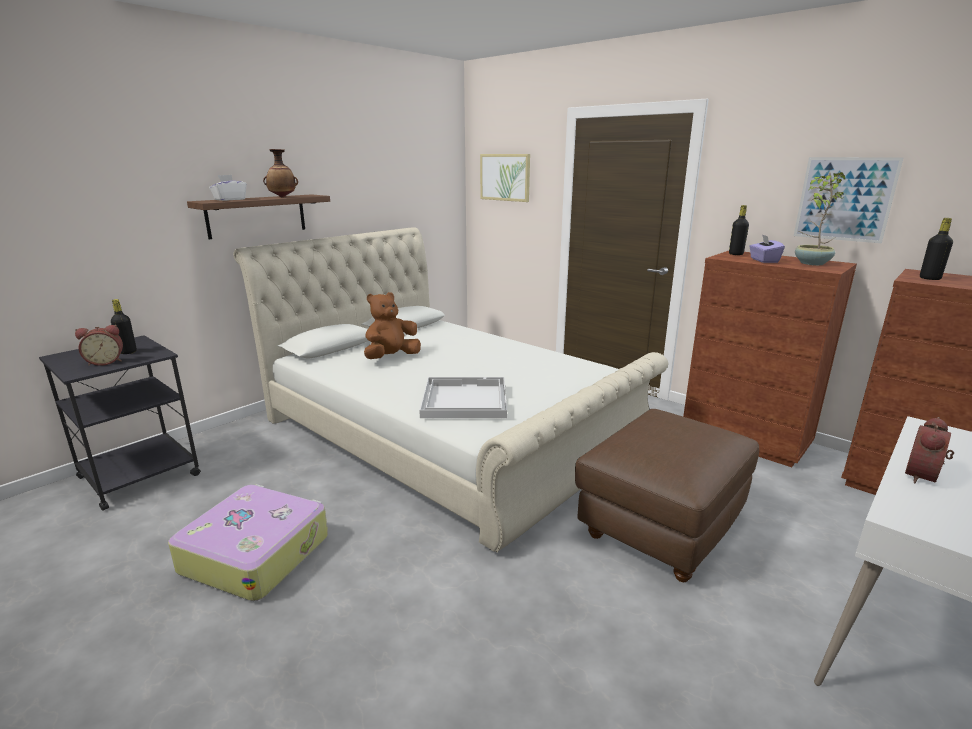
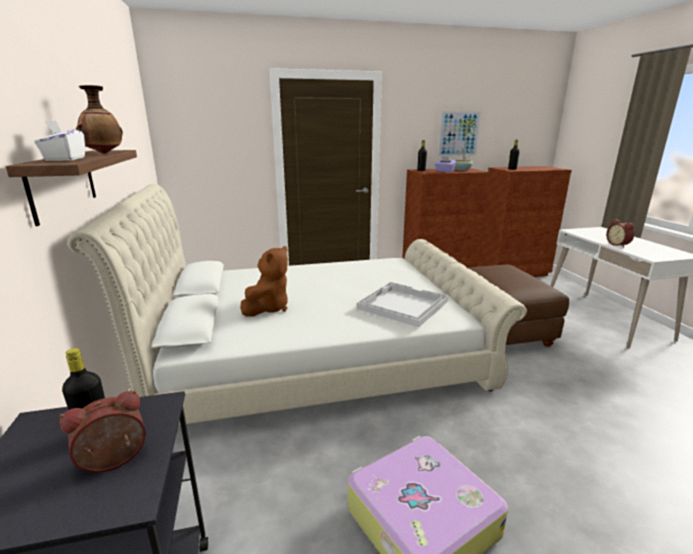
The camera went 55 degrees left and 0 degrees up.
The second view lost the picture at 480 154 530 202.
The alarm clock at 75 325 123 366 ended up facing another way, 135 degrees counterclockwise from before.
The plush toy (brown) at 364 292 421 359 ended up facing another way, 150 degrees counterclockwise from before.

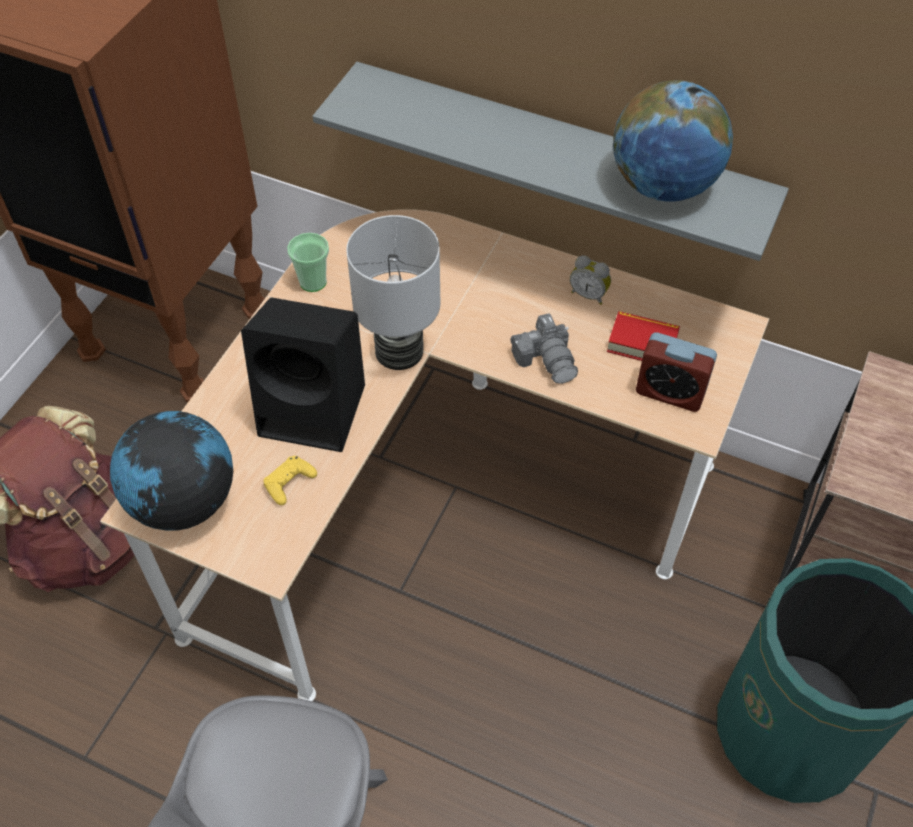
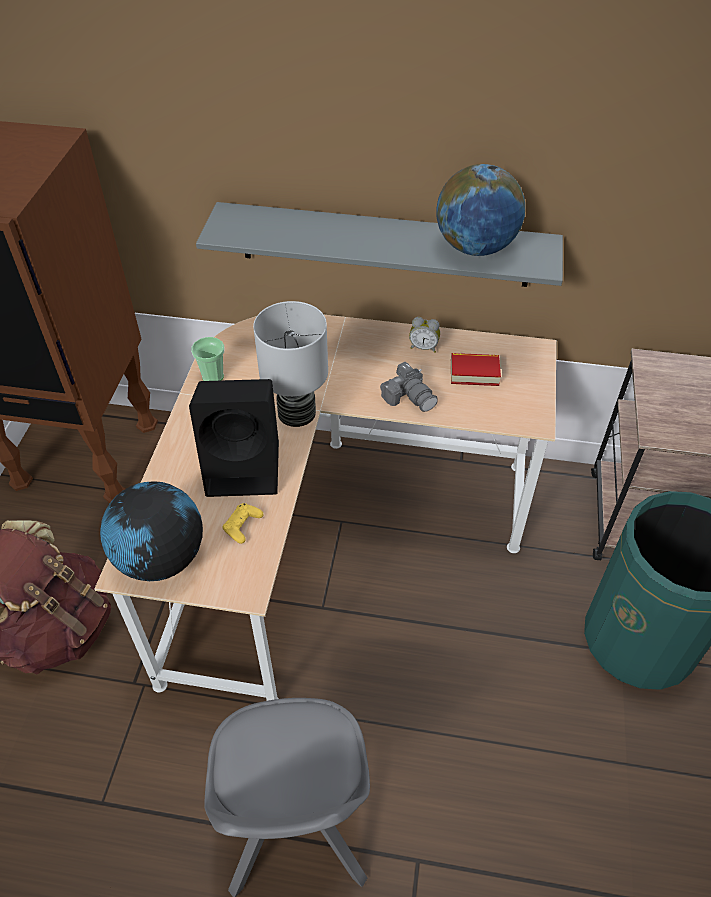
The camera went 15 degrees left and 5 degrees down.
The second view lost the alarm clock at 636 332 717 412.

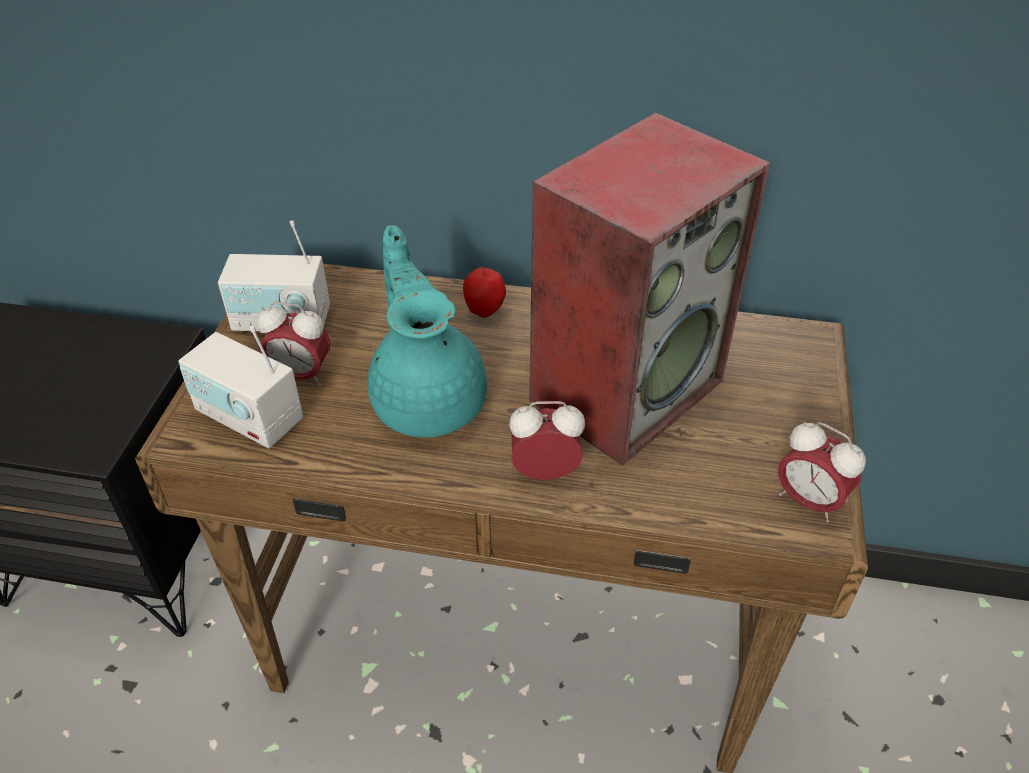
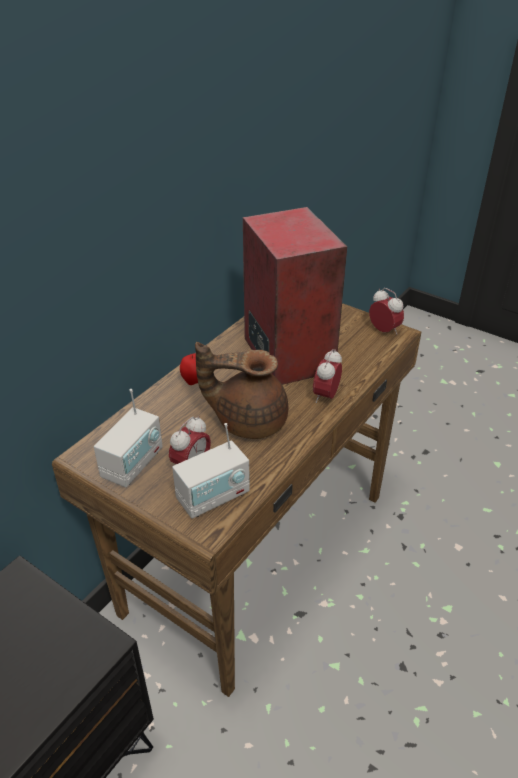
The camera went 65 degrees left and 5 degrees down.
What was the teapot (turquoise) at 368 225 487 438 turned into the teapot (brown) at 195 342 288 439.
The alarm clock at 778 422 866 523 ended up facing another way, 105 degrees counterclockwise from before.

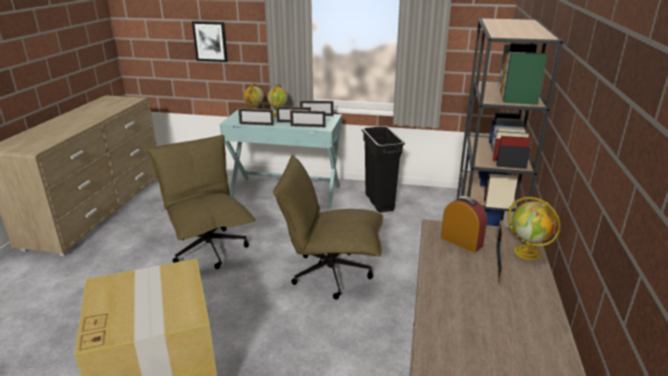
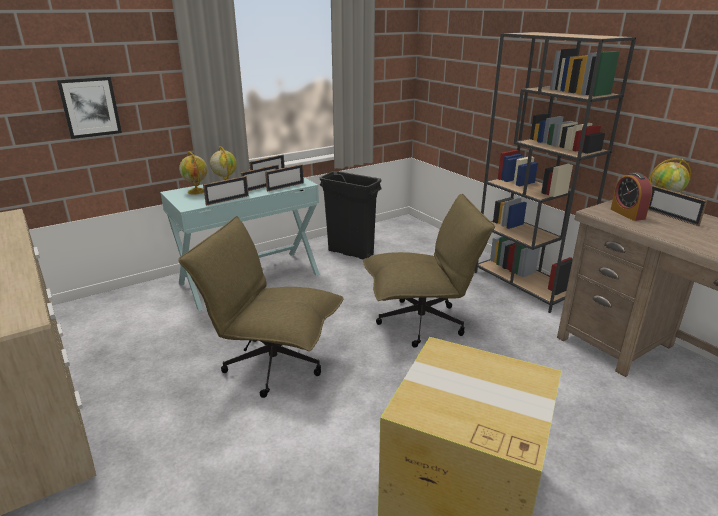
The camera went 45 degrees left and 0 degrees up.
The office chair (beige) at 273 155 383 300 ended up facing another way, 150 degrees counterclockwise from before.
The alarm clock at 441 196 487 253 ended up facing another way, 105 degrees counterclockwise from before.

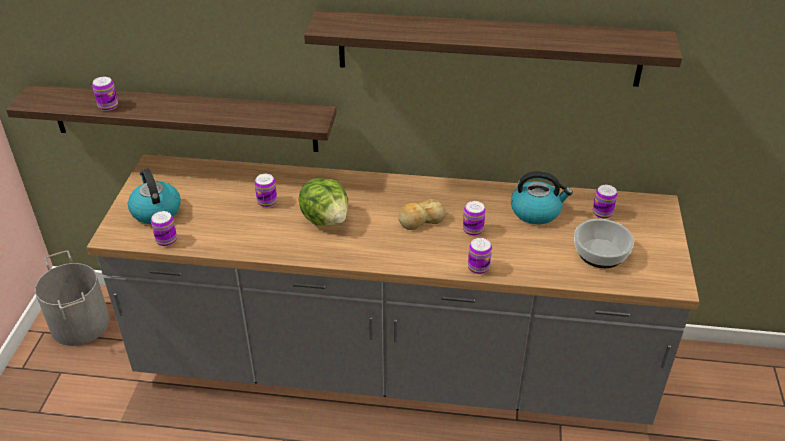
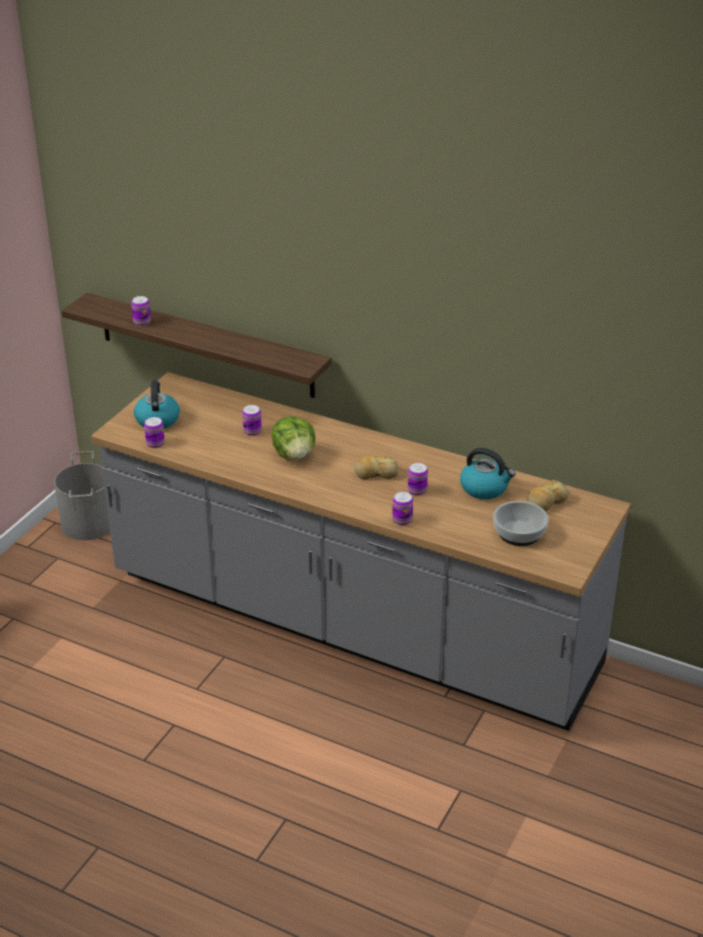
The camera went 20 degrees right and 5 degrees down.
The second view lost the shelf at 304 10 682 87.
Where the can stood at 593 185 617 219, the bread came to stand at 527 480 569 512.

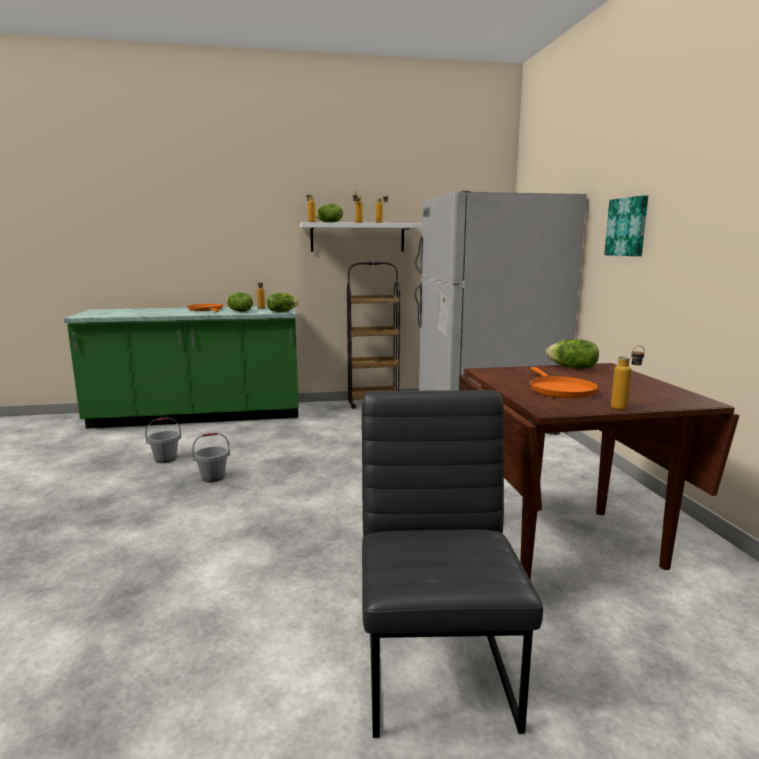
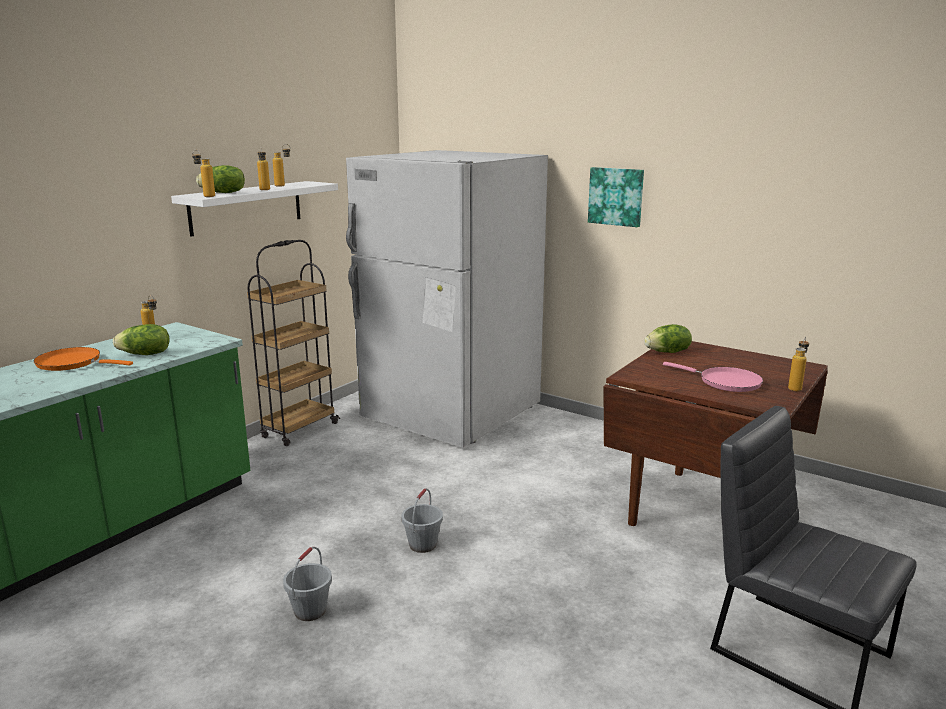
The camera went 45 degrees left and 5 degrees up.
The second view lost the lettuce at 267 293 299 312.
The bucket (grey) ended up elsewhere, having gone from 145 417 181 463 to 401 488 443 553.
What was the frying pan (orange) at 529 367 598 398 turned into the frying pan (pink) at 663 362 763 392.

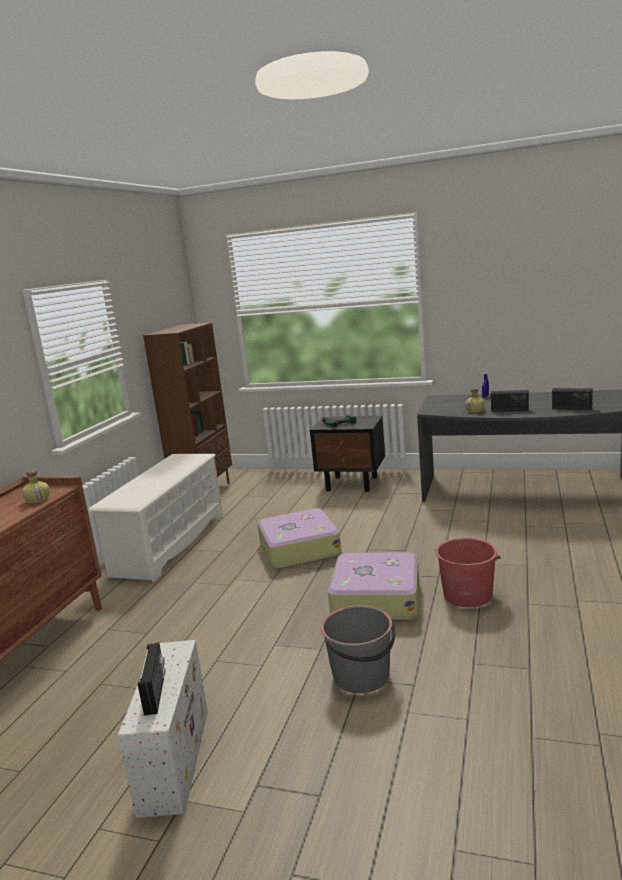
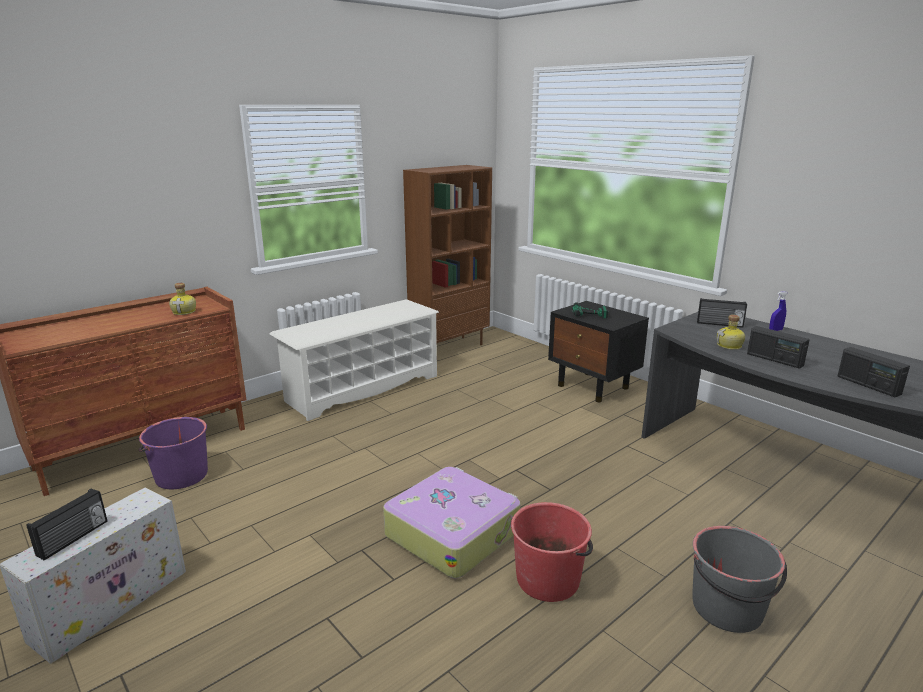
The camera went 30 degrees right and 5 degrees up.
The second view lost the suitcase at 257 508 341 569.
The second view gained the bucket (purple) at 138 417 208 489.
The second view gained the radio at 697 298 747 328.
The bucket (grey) ended up elsewhere, having gone from 321 605 395 693 to 693 526 787 633.

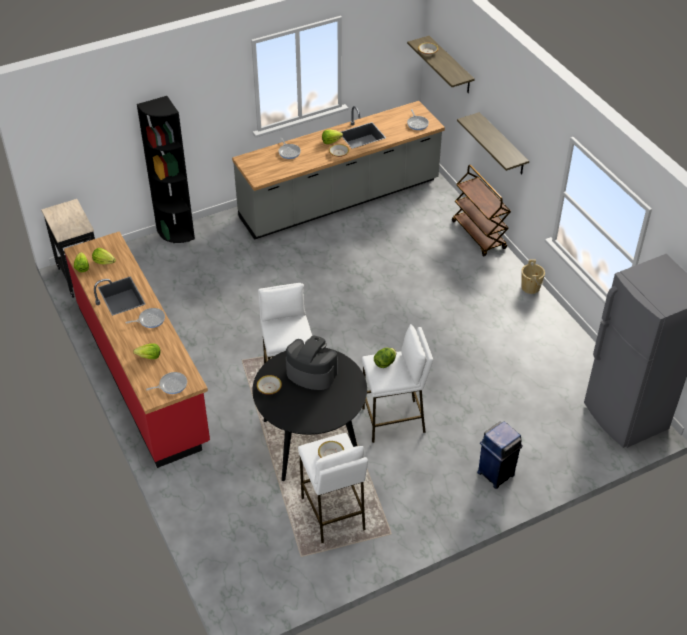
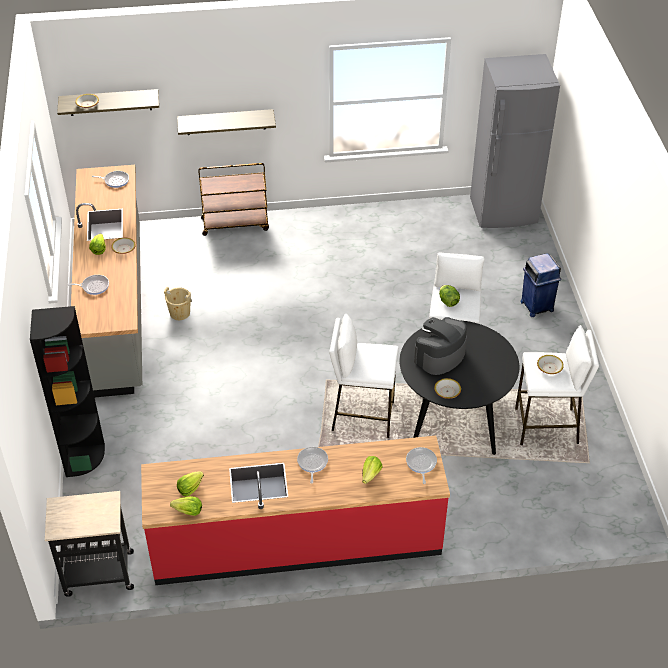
The camera went 70 degrees left and 0 degrees up.
The bucket (beige) ended up elsewhere, having gone from 521 259 545 294 to 164 287 192 320.

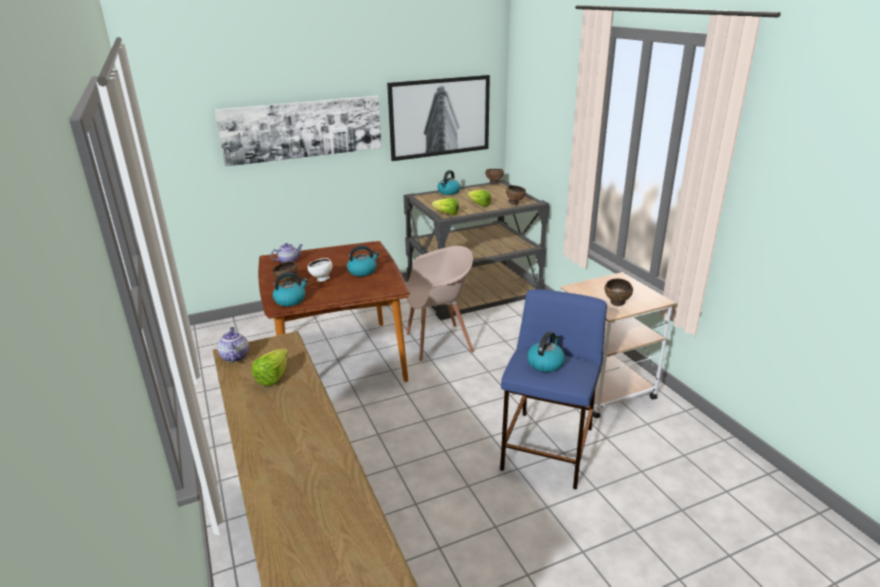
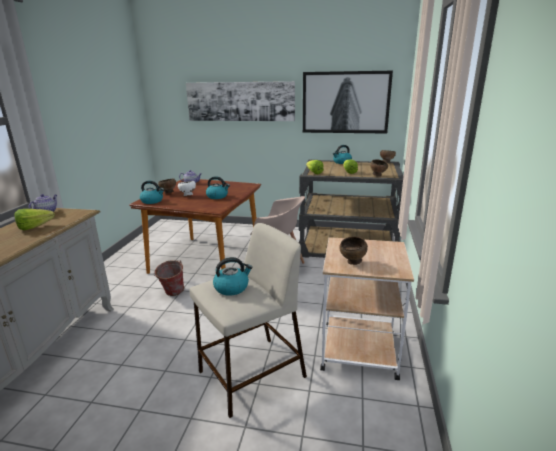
The camera went 35 degrees right and 5 degrees down.
The second view gained the bucket at 154 260 184 296.
What was the stool (blue) at 500 289 607 490 turned into the stool (beige) at 190 223 307 418.

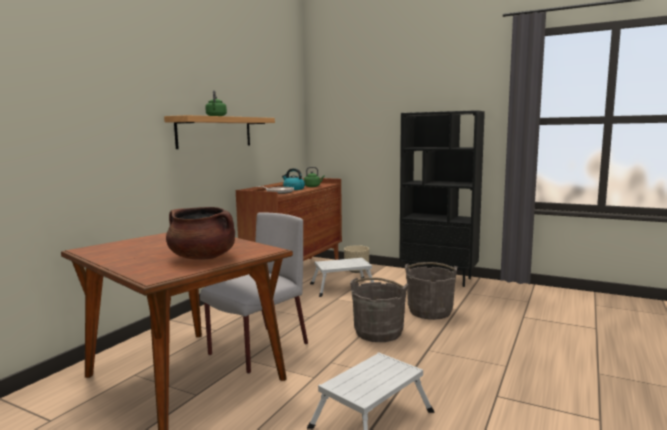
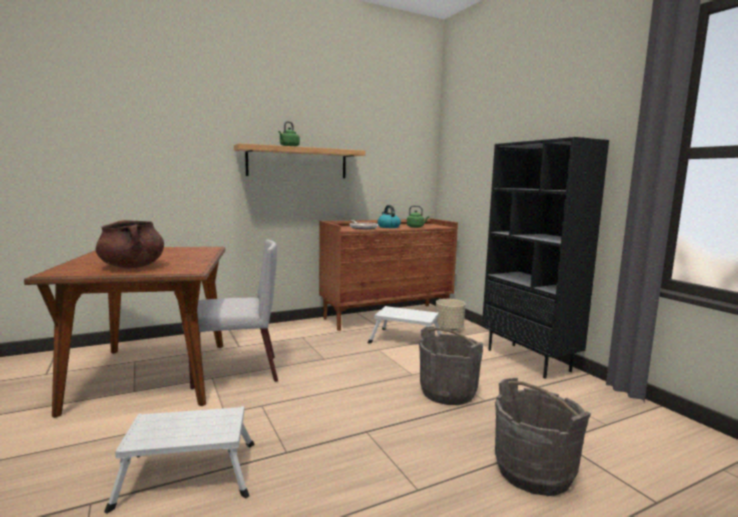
The camera went 35 degrees right and 0 degrees up.
The bucket (grey) ended up elsewhere, having gone from 350 277 408 342 to 495 378 591 496.

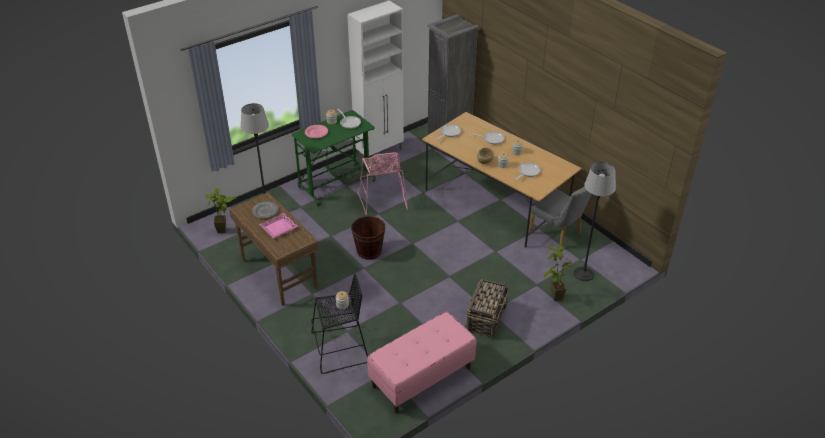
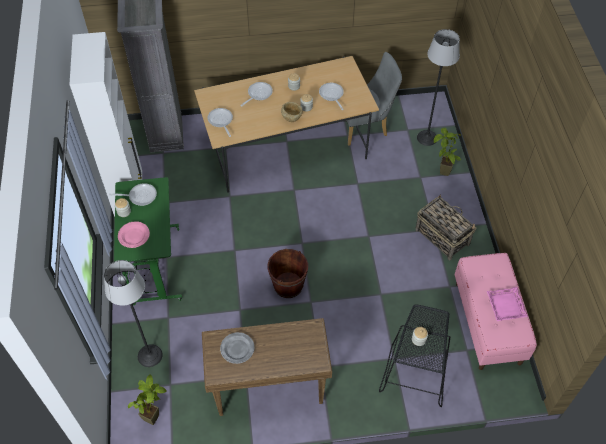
The camera went 60 degrees left and 15 degrees up.
The second view lost the stool (pink) at 358 152 408 215.
The tray (pink) ended up elsewhere, having gone from 259 213 298 238 to 487 287 528 321.

